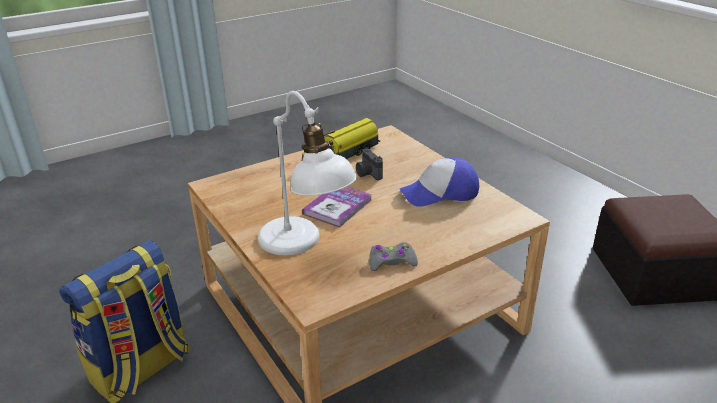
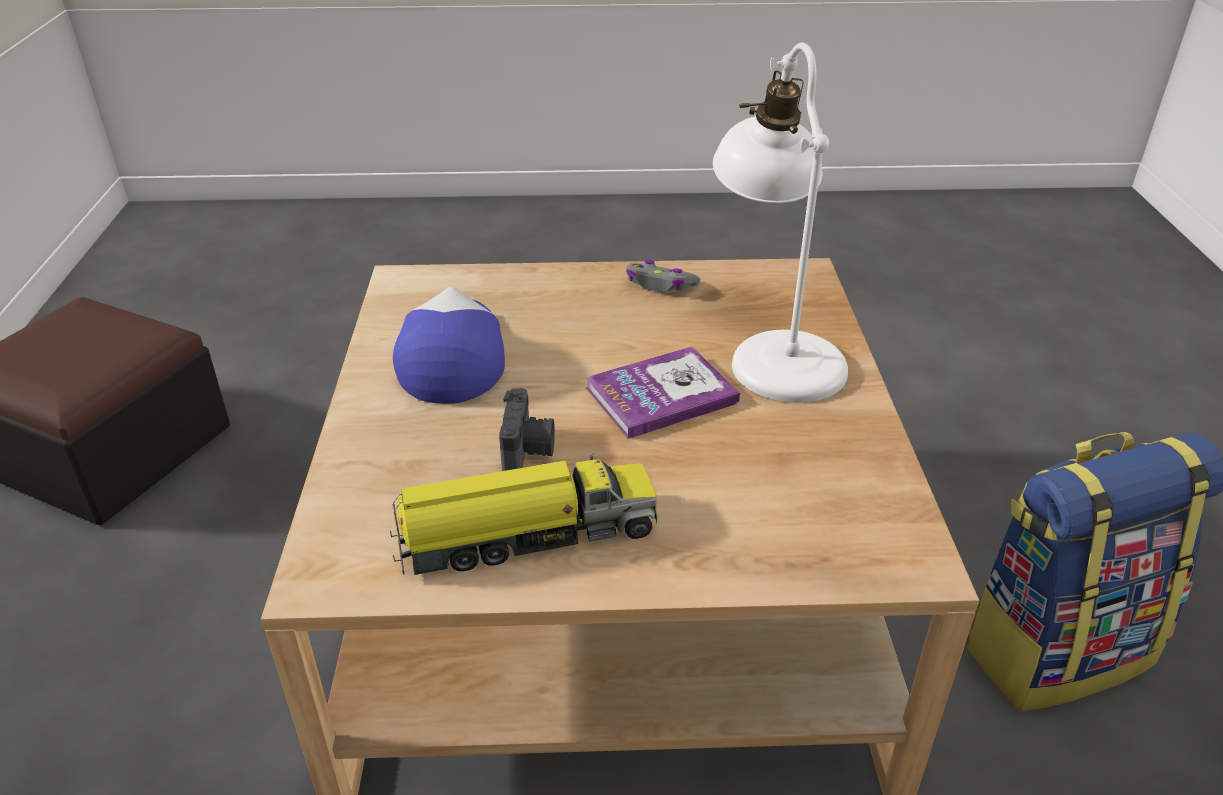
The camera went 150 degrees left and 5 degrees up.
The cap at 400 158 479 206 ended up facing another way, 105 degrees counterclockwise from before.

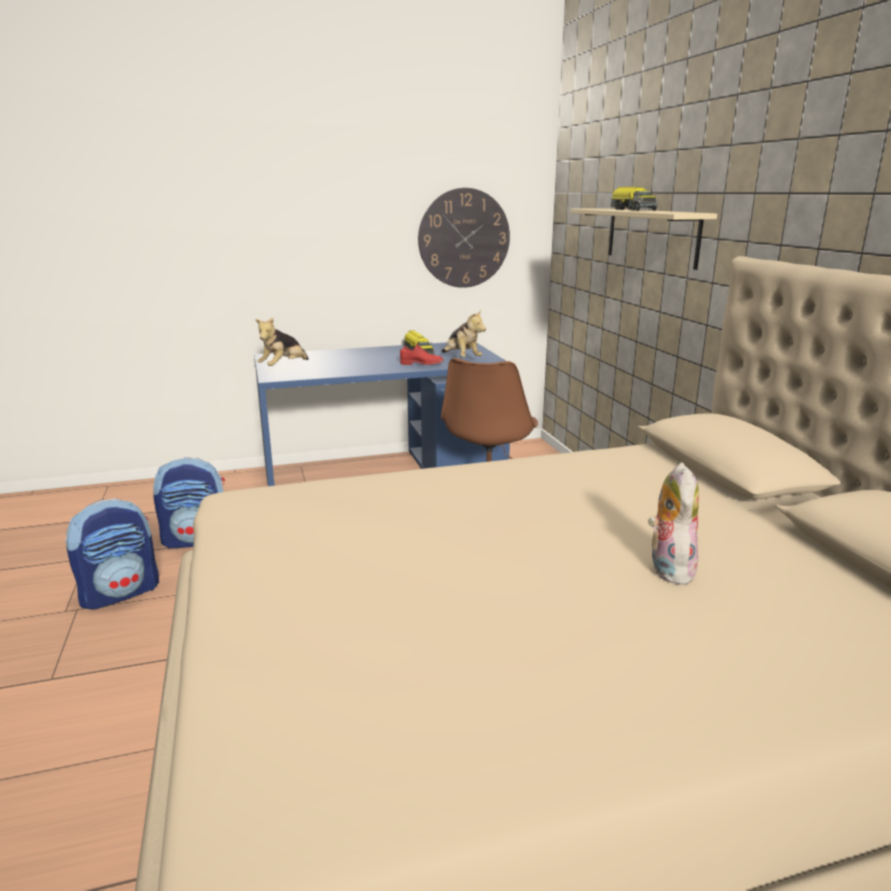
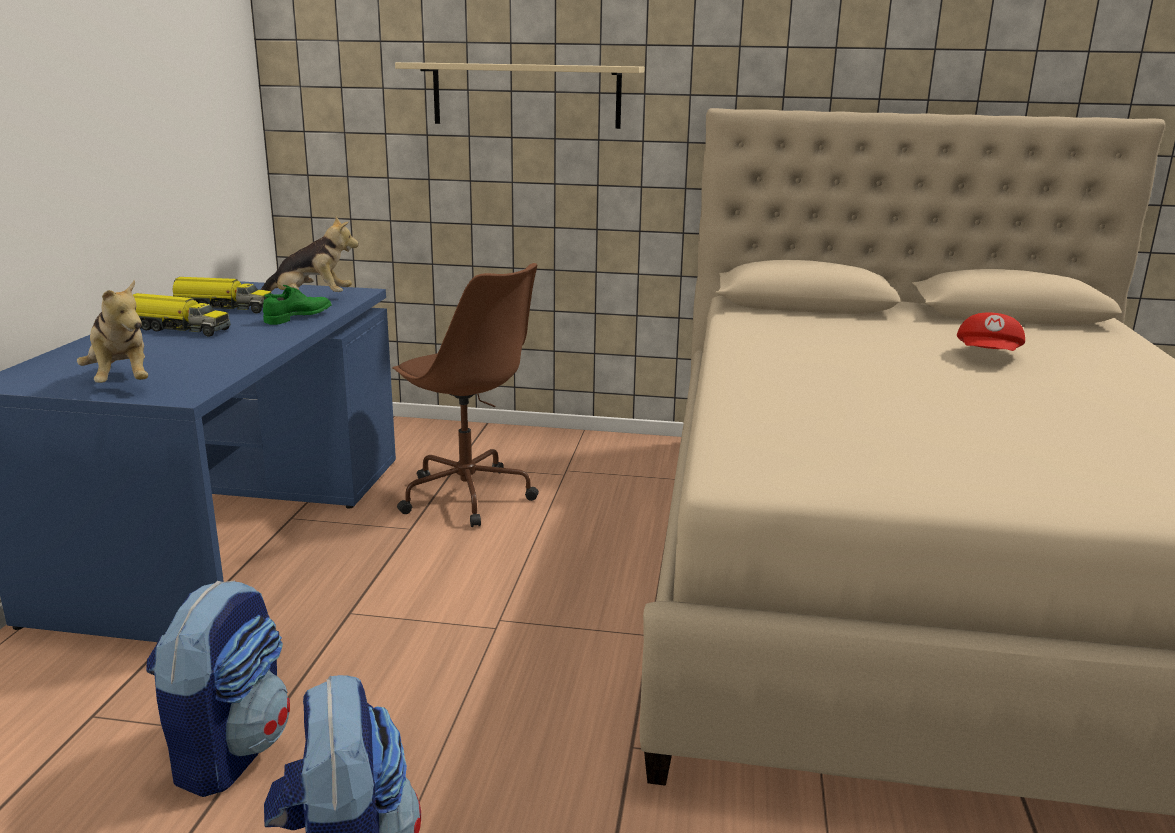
The camera went 65 degrees left and 0 degrees up.
The second view lost the wall clock at 418 188 510 288.
The toy truck ended up elsewhere, having gone from 610 187 658 211 to 133 293 231 337.
Where the plush toy stood at 648 462 699 585, the cap (red) came to stand at 957 312 1025 351.
What was the shoe (red) at 400 343 444 365 turned into the shoe (green) at 263 285 332 325.

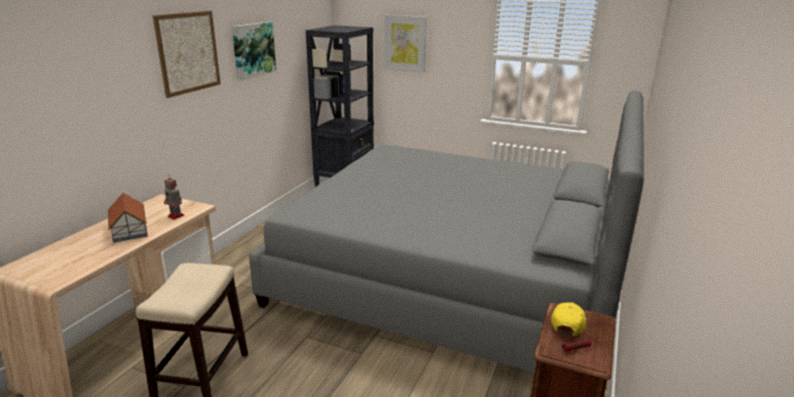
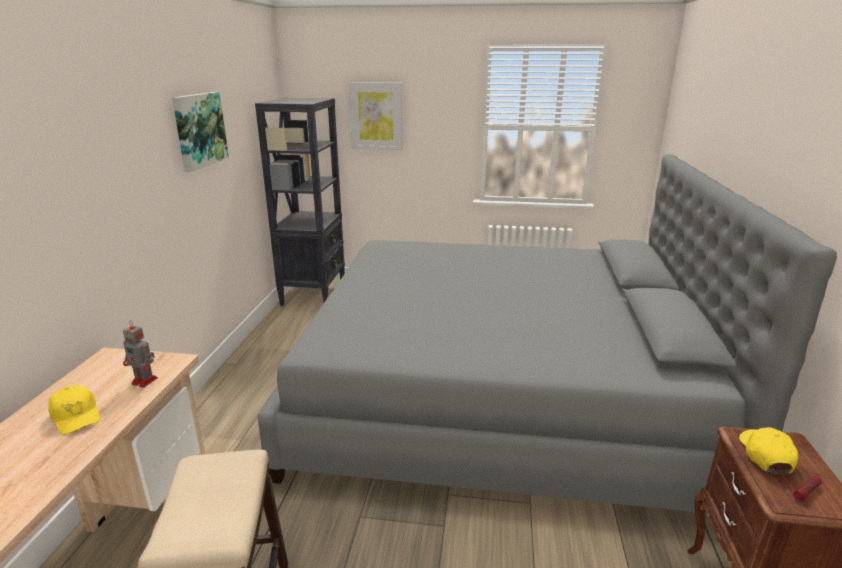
The camera went 15 degrees left and 0 degrees up.
The second view lost the picture at 153 11 221 98.
Where the toy house stood at 108 193 148 243, the cap (yellow) came to stand at 48 385 101 435.

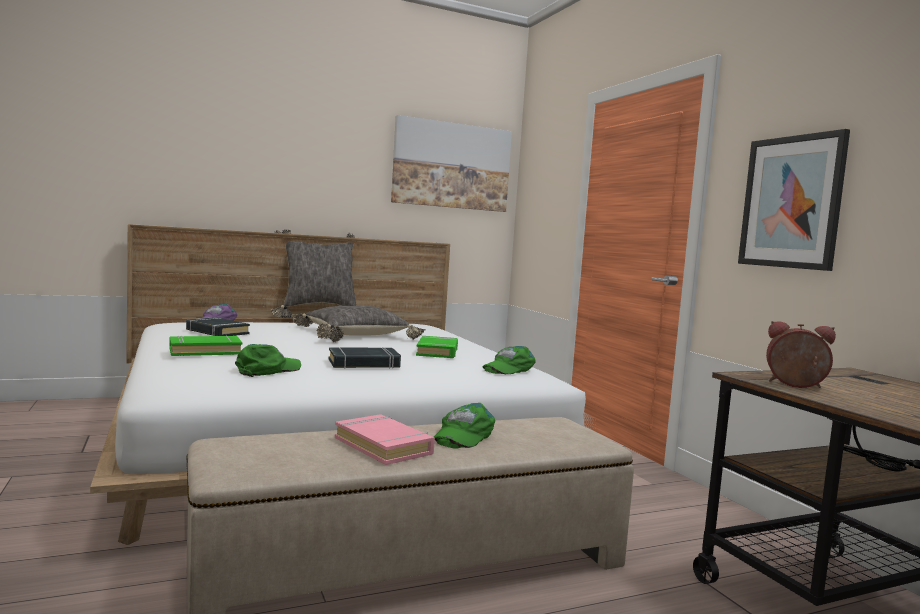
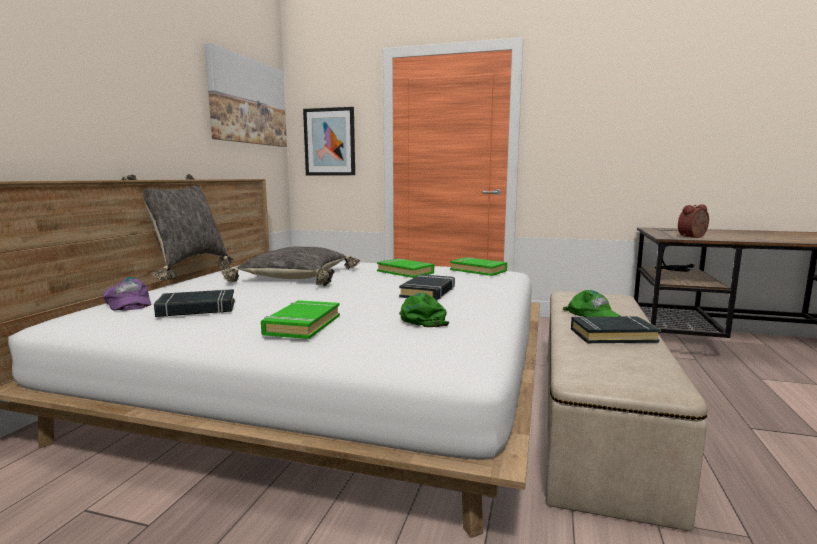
The camera went 50 degrees left and 5 degrees up.
The picture ended up elsewhere, having gone from 738 129 850 271 to 303 107 355 175.
Where the cap (green) stood at 483 346 536 374, the book (green) came to stand at 450 257 507 276.
What was the book (pink) at 335 414 435 465 turned into the book (black) at 571 316 661 344.

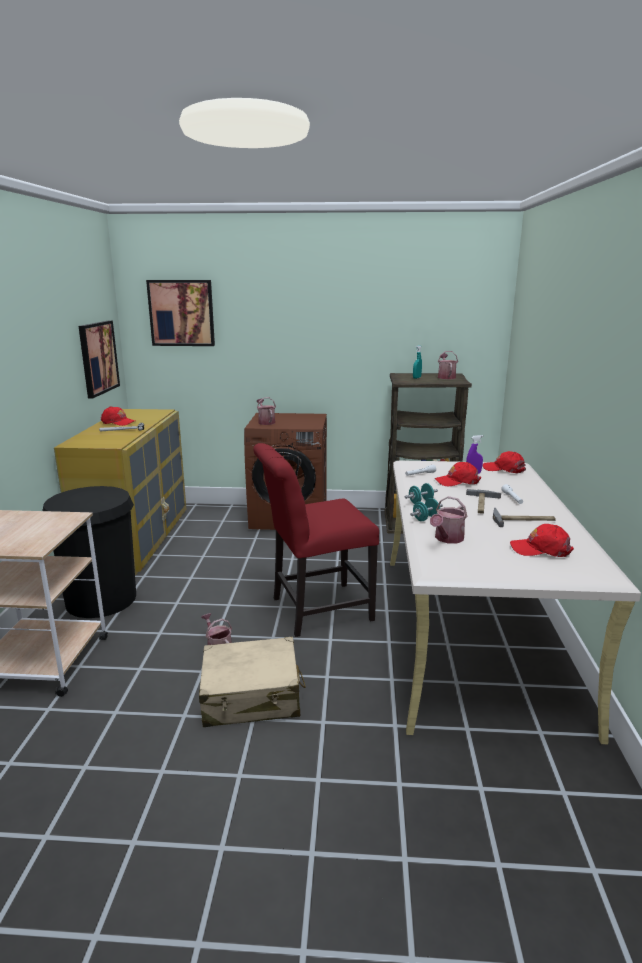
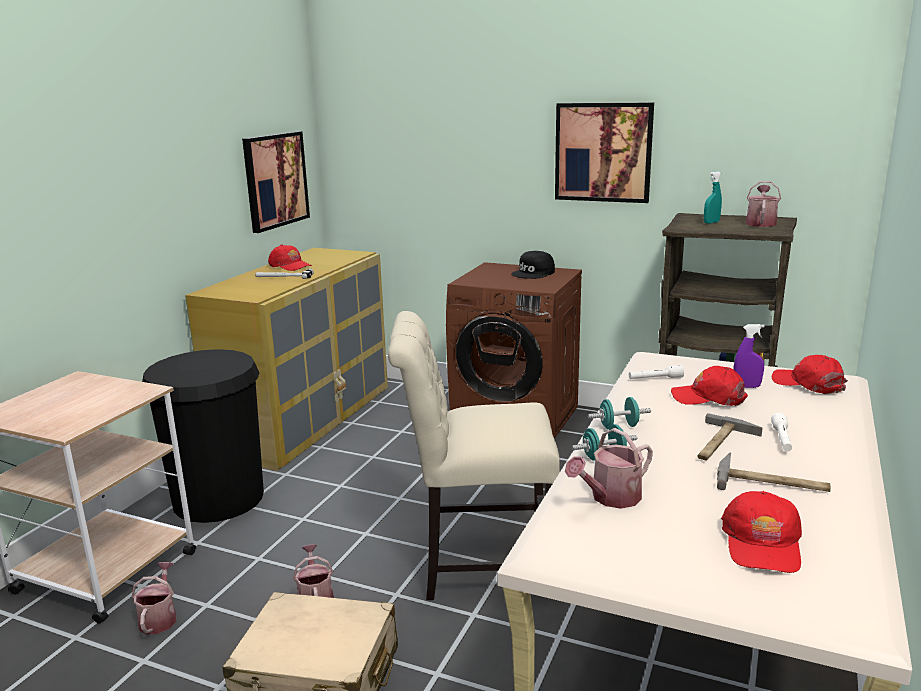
The camera went 20 degrees right and 0 degrees up.
The second view gained the cap (black) at 511 251 555 279.
The picture ended up elsewhere, having gone from 146 280 215 346 to 555 103 654 203.
The watering can ended up elsewhere, having gone from 257 397 276 425 to 132 562 176 635.
What was the chair (red) at 253 443 379 637 turned into the chair (beige) at 388 311 560 600.
The cap (red) at 510 524 574 557 ended up facing another way, 105 degrees counterclockwise from before.

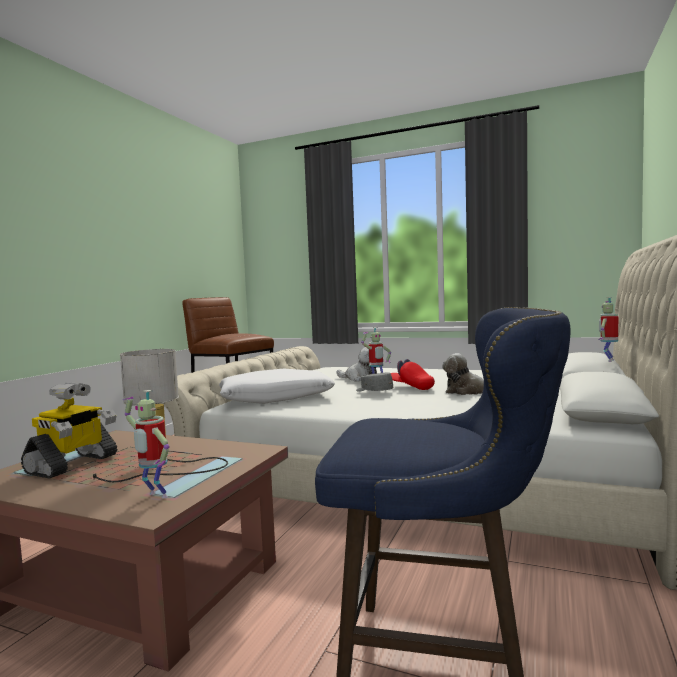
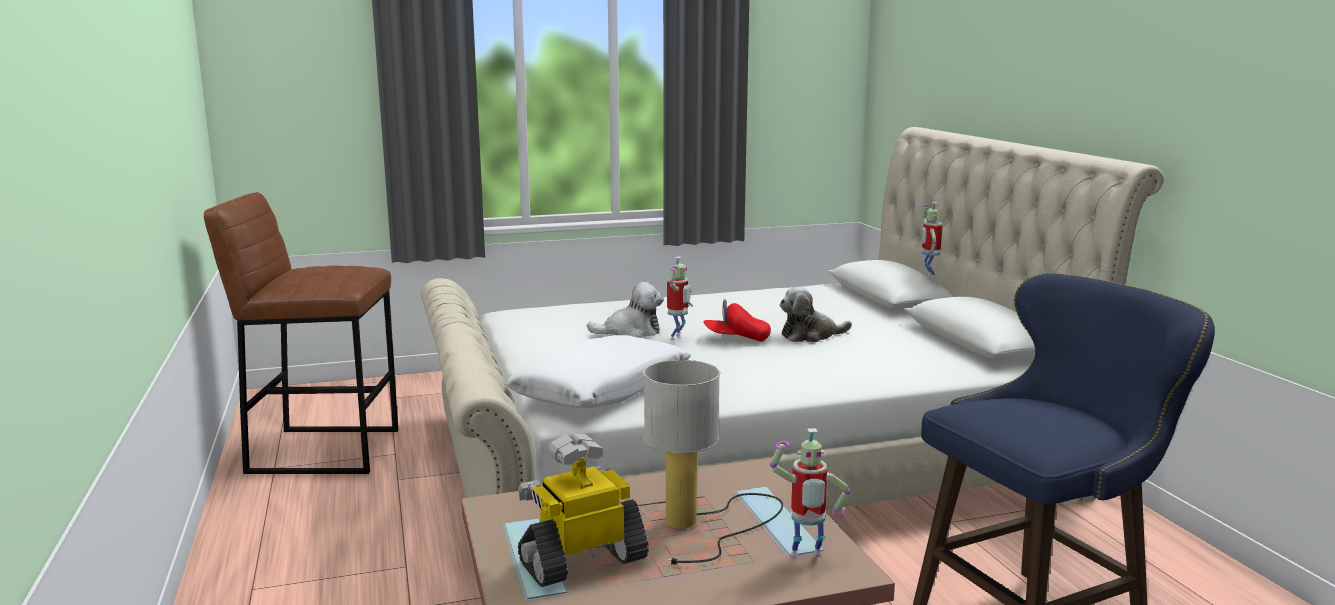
The camera went 40 degrees left and 10 degrees up.
The second view lost the cap (grey) at 356 372 393 392.
The toy robot at 21 383 117 478 ended up facing another way, 105 degrees counterclockwise from before.

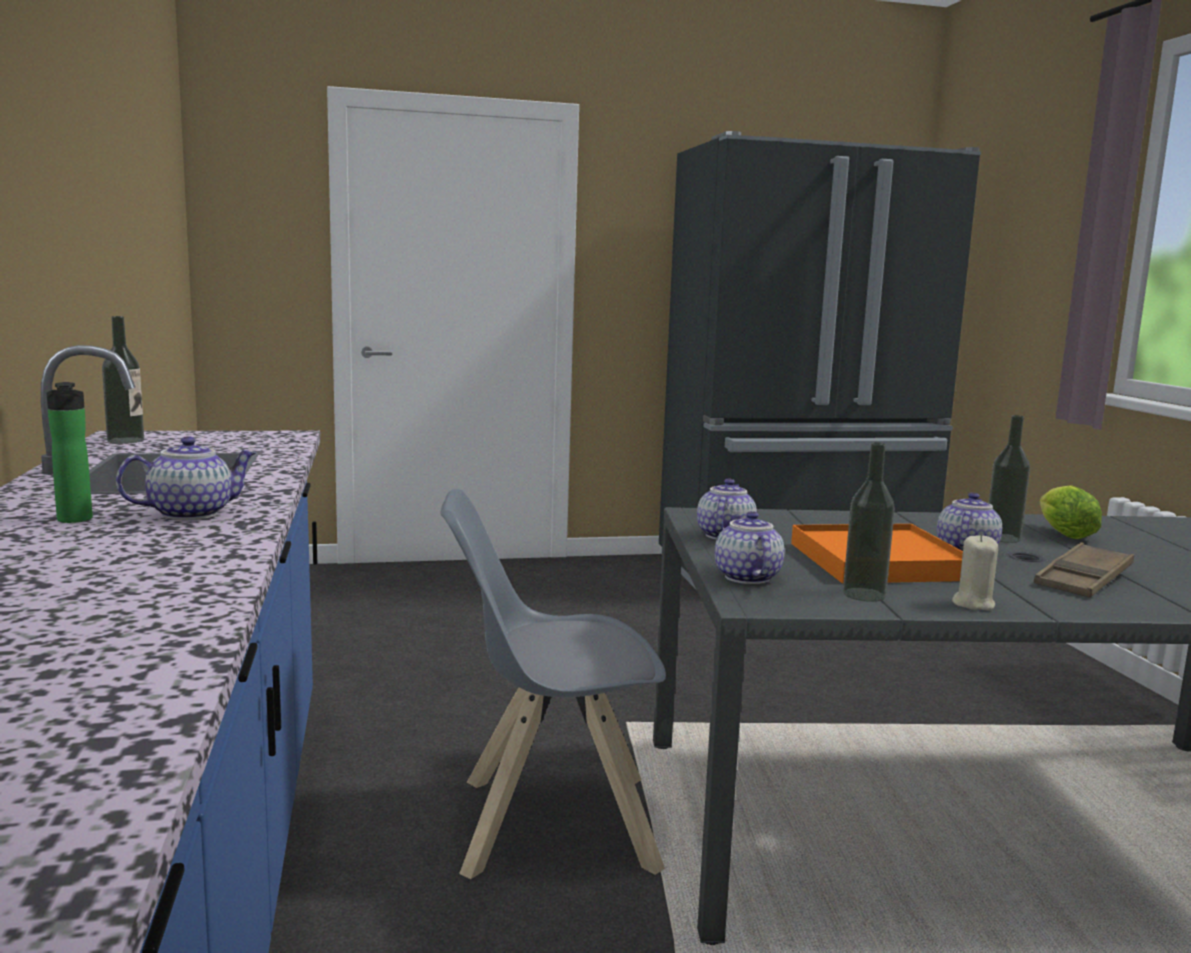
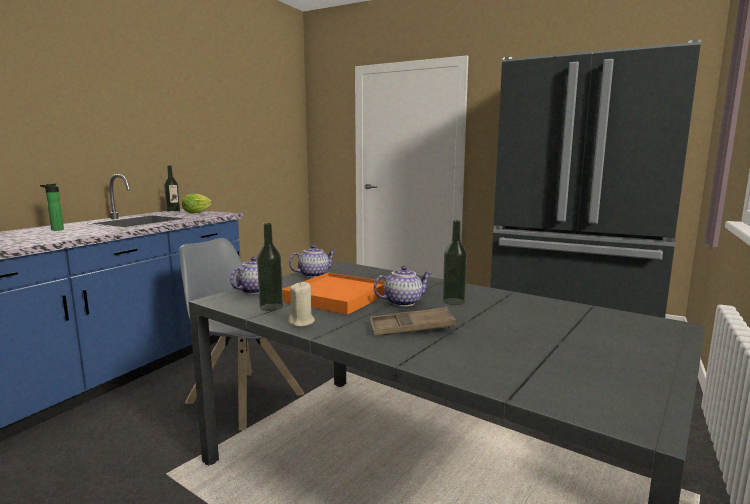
The camera went 40 degrees right and 0 degrees up.
The second view lost the teapot at 116 436 256 520.
The lettuce ended up elsewhere, having gone from 1040 485 1102 539 to 182 193 212 213.

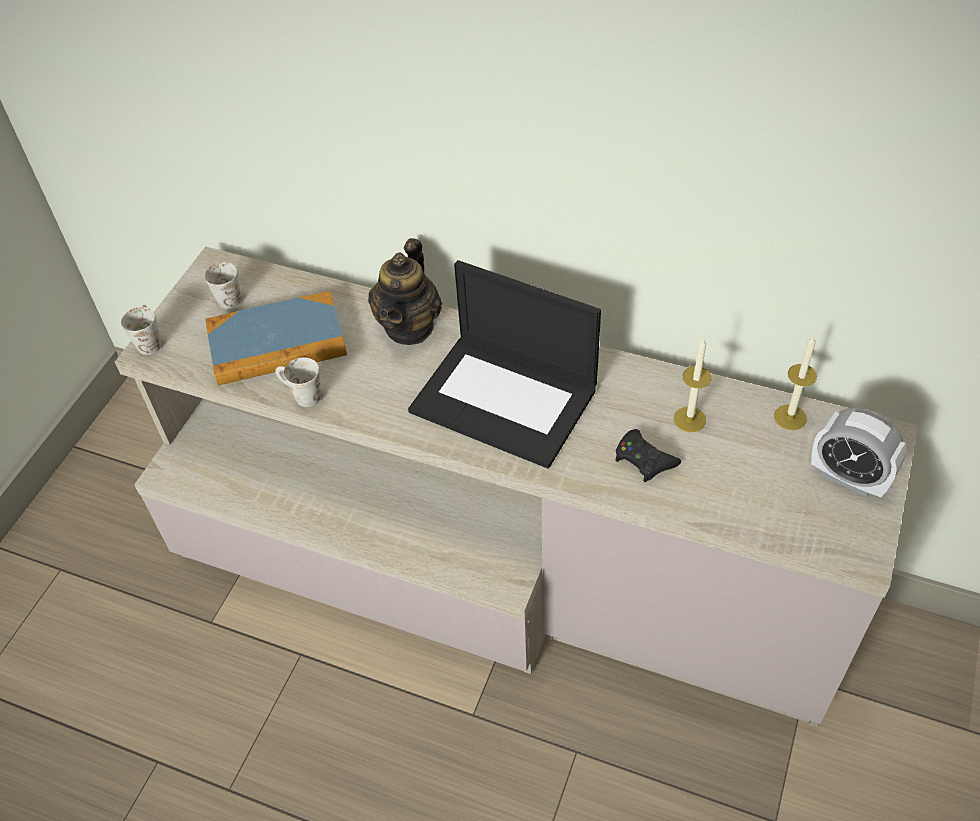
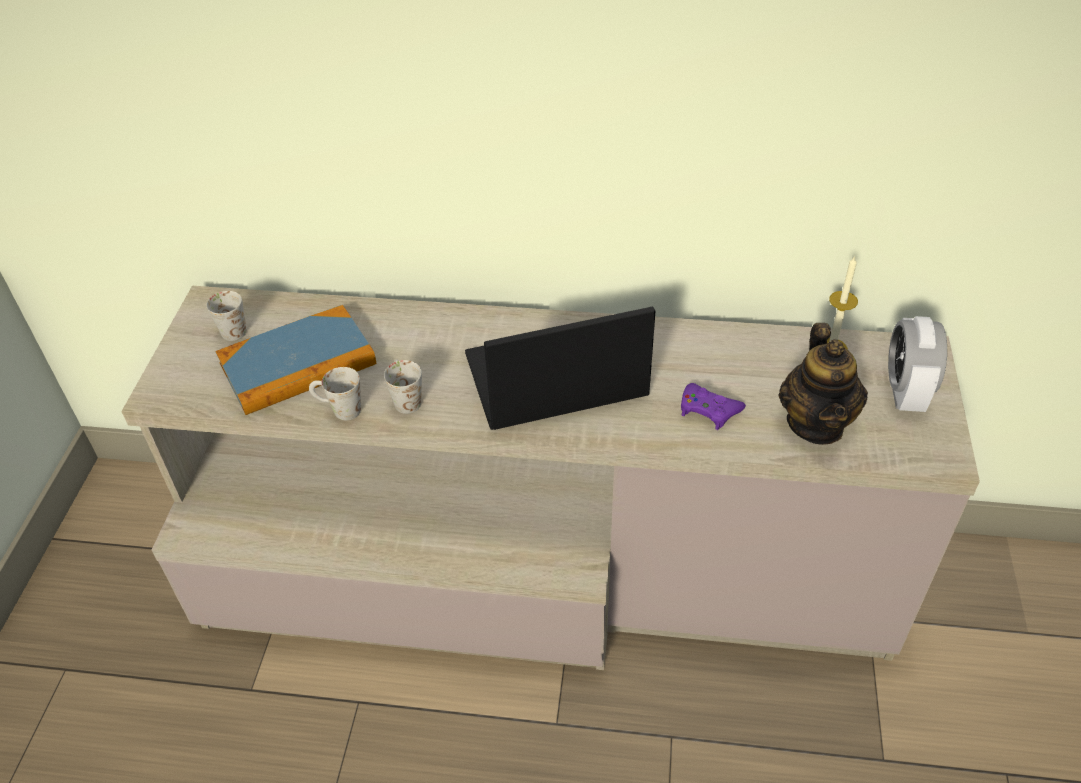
The camera went 15 degrees left and 5 degrees down.
The second view lost the candle at 674 337 711 432.
The mug (white) ended up elsewhere, having gone from 121 305 161 355 to 384 359 422 414.
The teapot ended up elsewhere, having gone from 368 238 442 345 to 779 323 868 445.
What was the game controller (black) at 615 429 681 482 turned into the game controller (purple) at 681 383 746 430.
The laptop at 408 260 601 469 ended up facing another way, 150 degrees clockwise from before.
The alarm clock at 811 408 907 497 ended up facing another way, 75 degrees clockwise from before.

